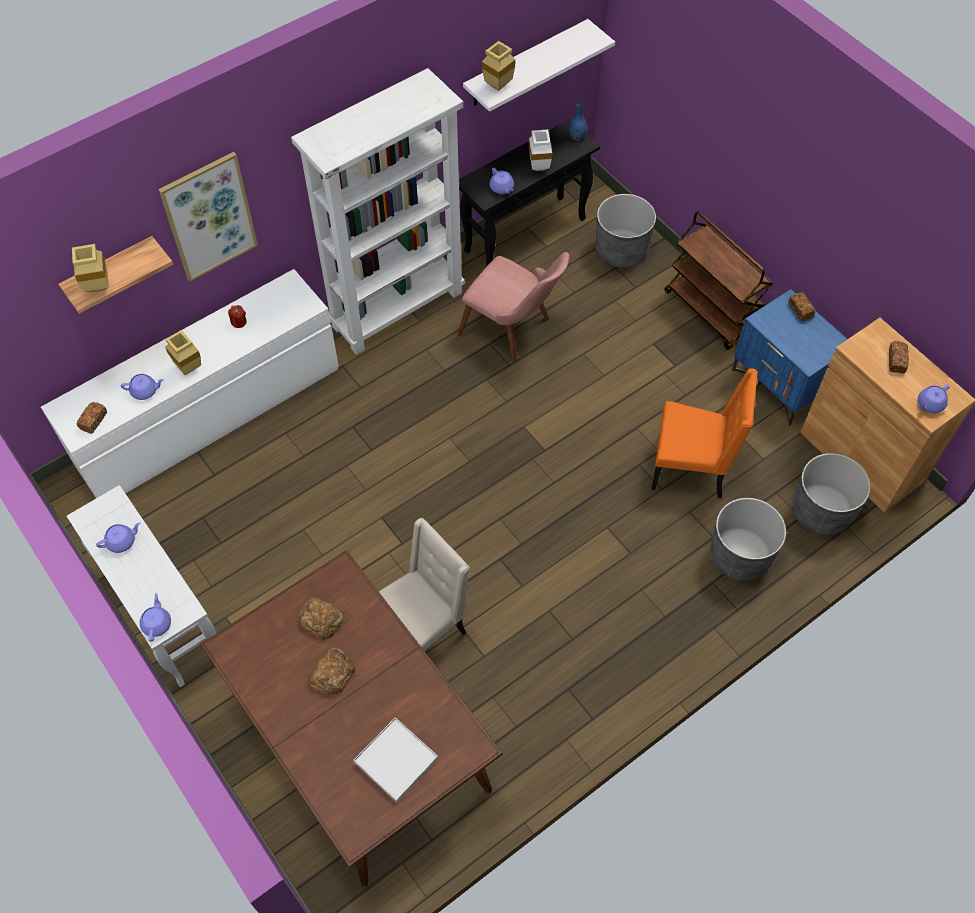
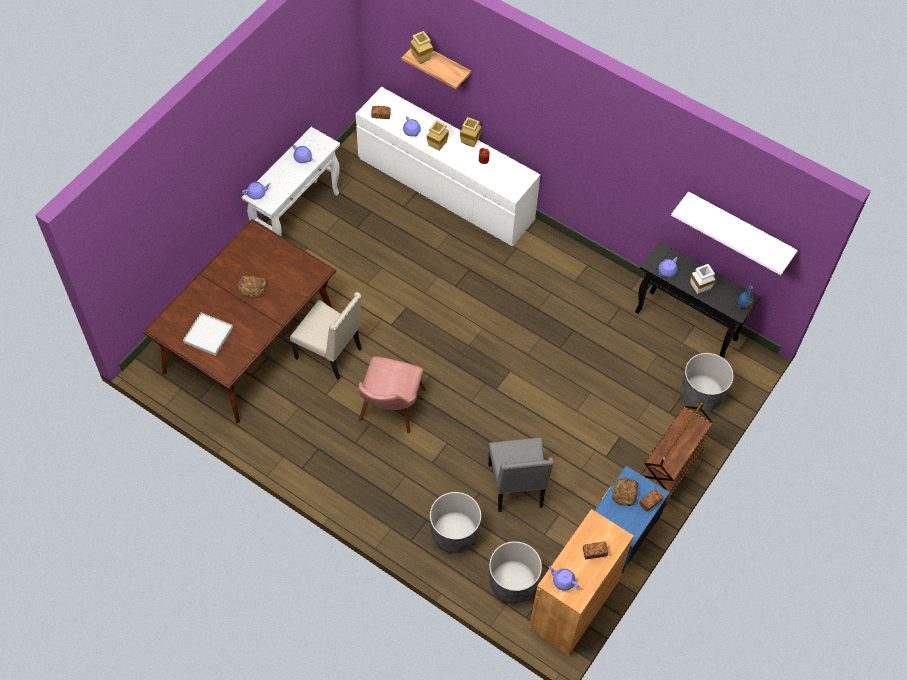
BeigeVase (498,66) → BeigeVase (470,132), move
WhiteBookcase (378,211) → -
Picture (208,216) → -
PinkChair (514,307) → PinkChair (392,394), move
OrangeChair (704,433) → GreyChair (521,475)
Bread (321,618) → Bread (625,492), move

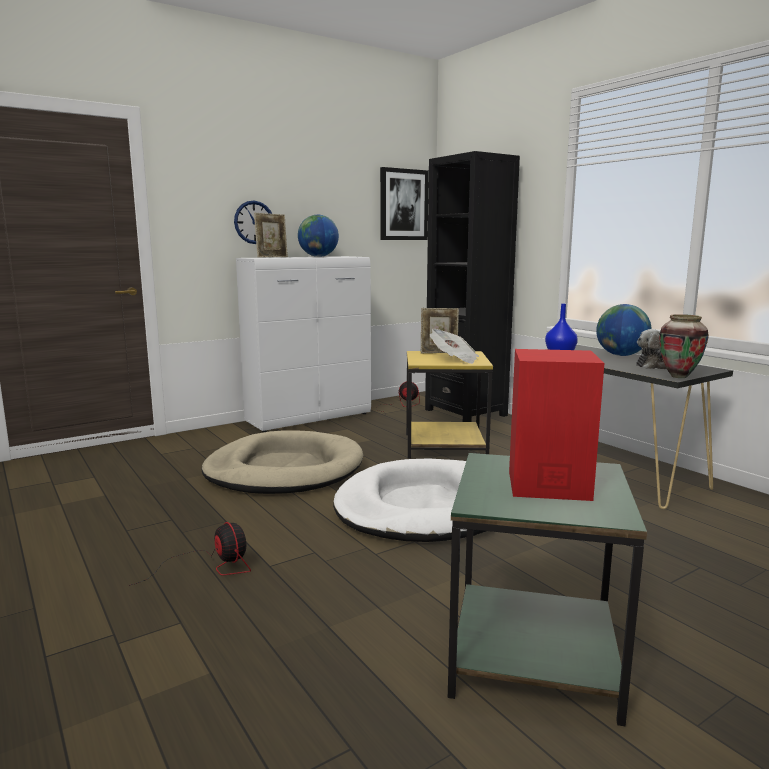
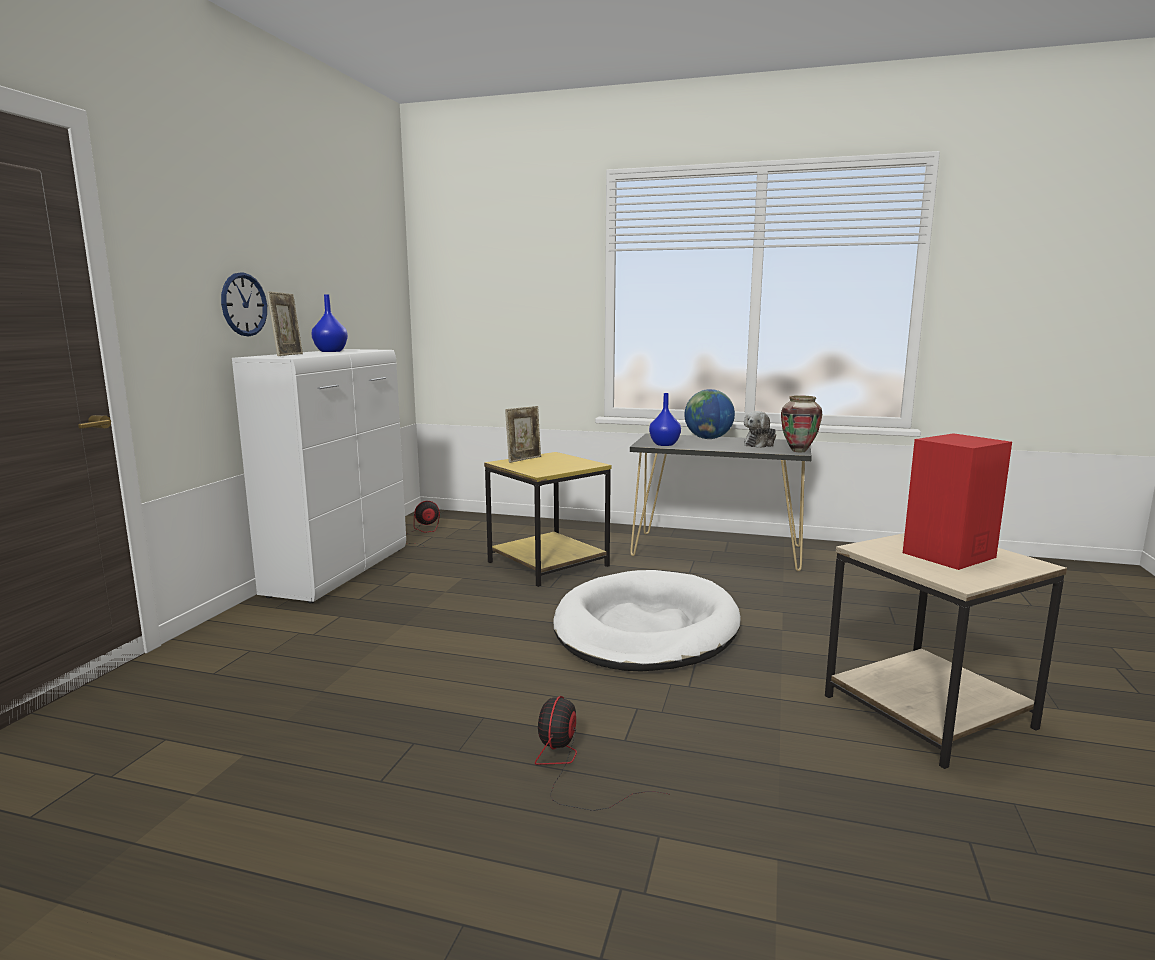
BlackBookcase (472,286) → -
Picture (404,203) → -
Globe (318,236) → BlueVase (329,323)
Newspaper (454,346) → -
BeigeDogBed (282,462) → -
GreenSideTable (547,589) → BeigeSideTable (946,651)
Fan (189,554) → Fan (602,753), 90 degrees counterclockwise

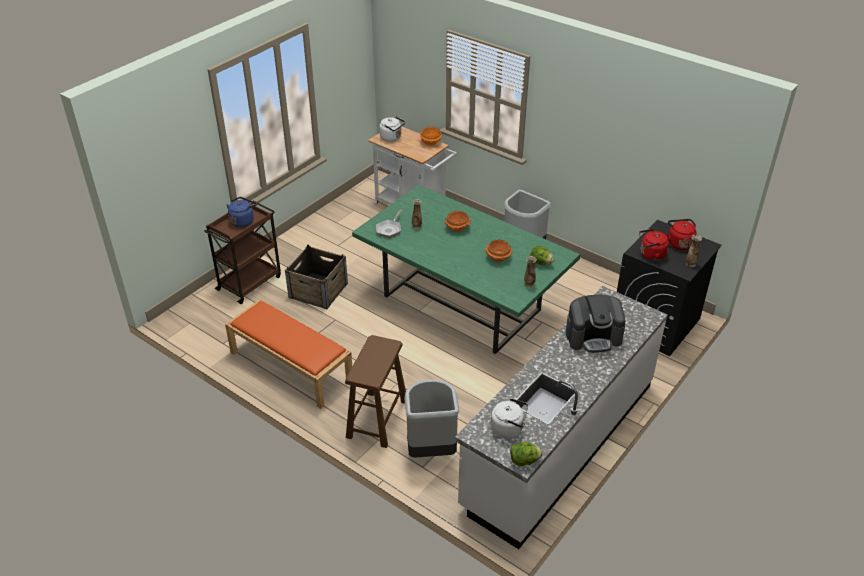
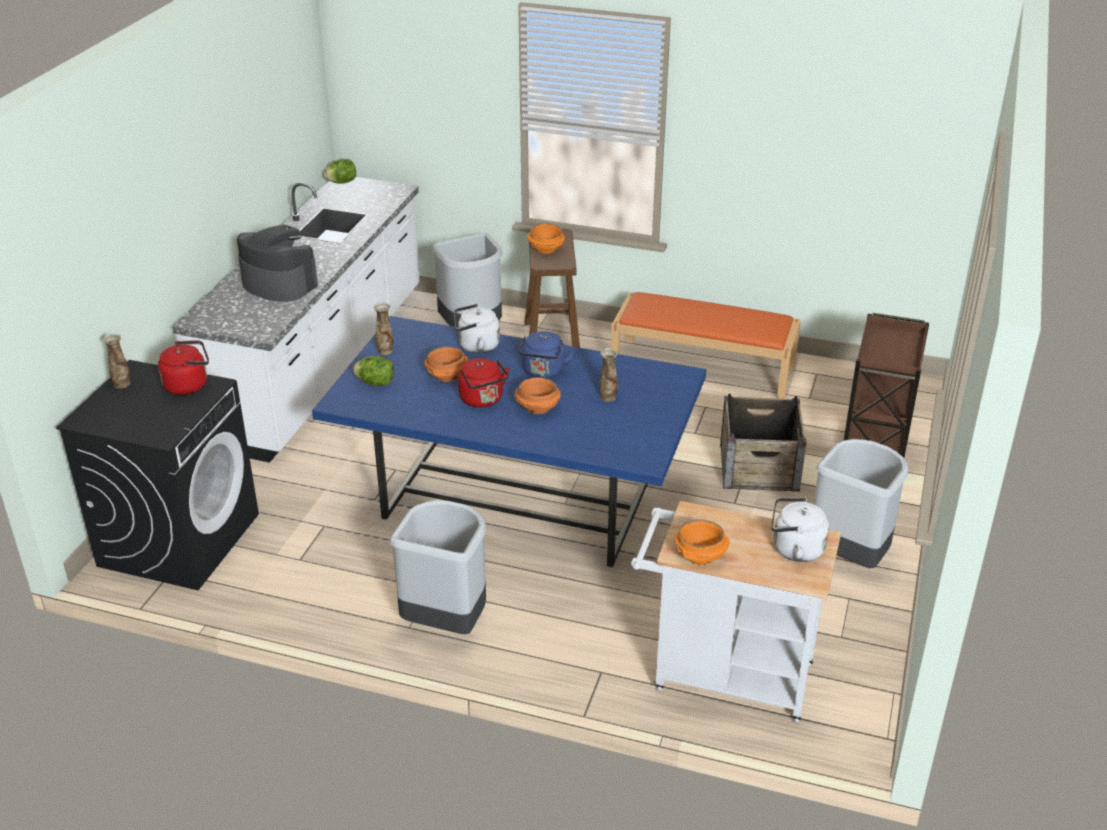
GreenDiningTable (466,269) → BlueDiningTable (509,441)
BlueKettle (242,212) → BlueKettle (546,354), move
FryingPan (389,223) → -
RedKettle (681,234) → RedKettle (483,382), move
CoffeeMachine (596,324) → CoffeeMachine (277,263), 60 degrees clockwise
WhiteKettle (509,418) → WhiteKettle (477,328), move
- → OrangeBowl (546,239)
- → GreyTrashCan (861,503)

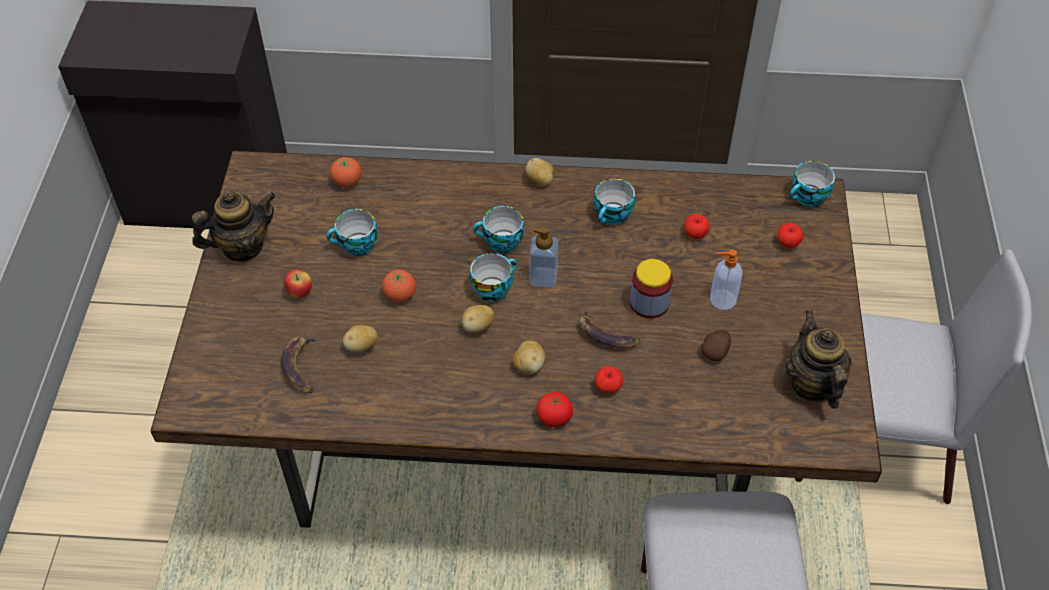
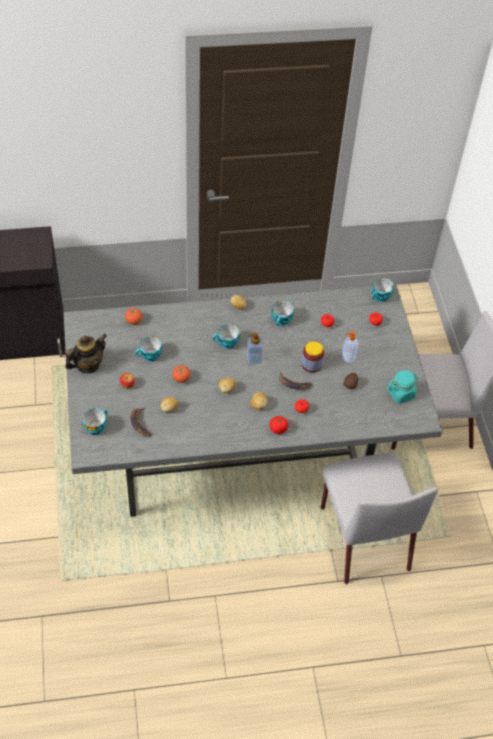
BrownDiningTable (516,339) → GreyDiningTable (253,401)
Cup (493,277) → Cup (95,421), move
Teapot (818,359) → TurquoiseJar (403,387)

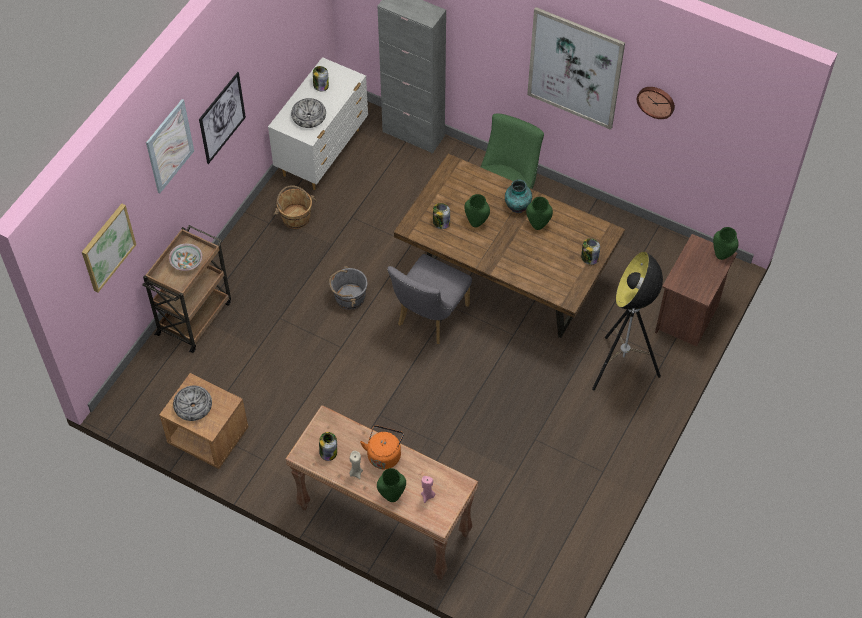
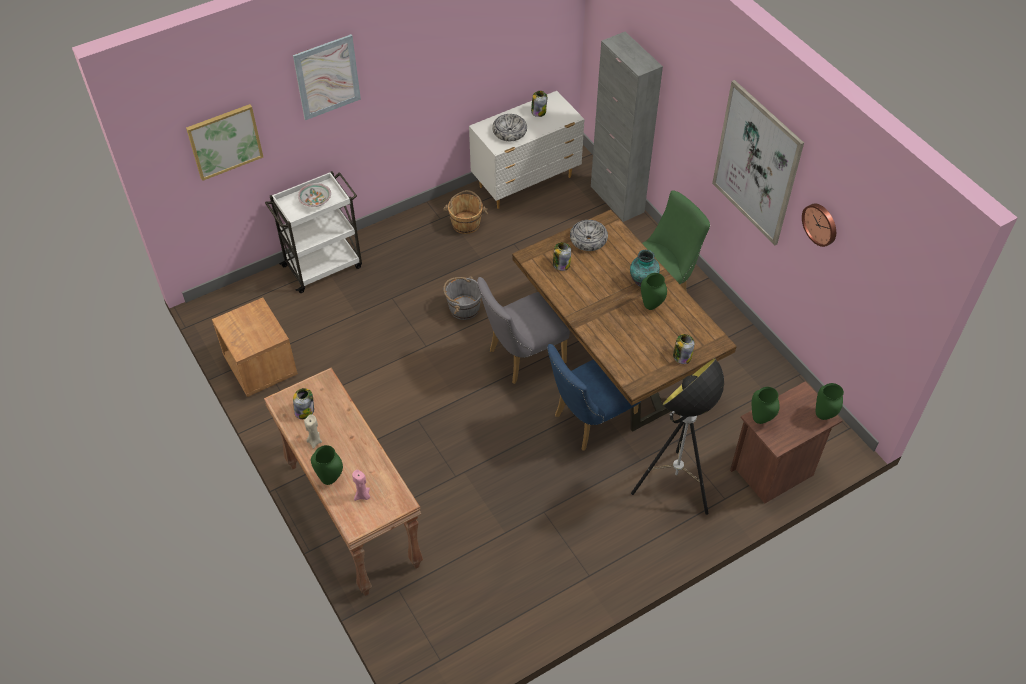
Picture (222,118) → -
GreenVase (477,210) → GreenVase (766,405), move
BrownCart (186,289) → WhiteCart (313,232)
Bowl (192,403) → Bowl (589,235), move
OrangeKettle (382,447) → -
- → BlueChair (594,397)

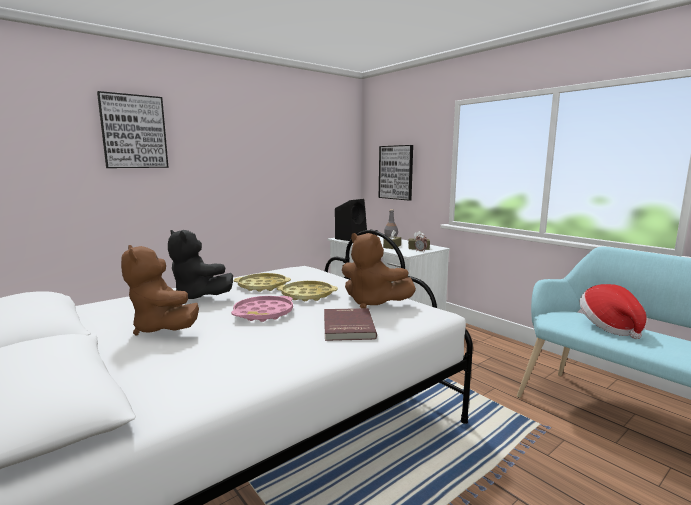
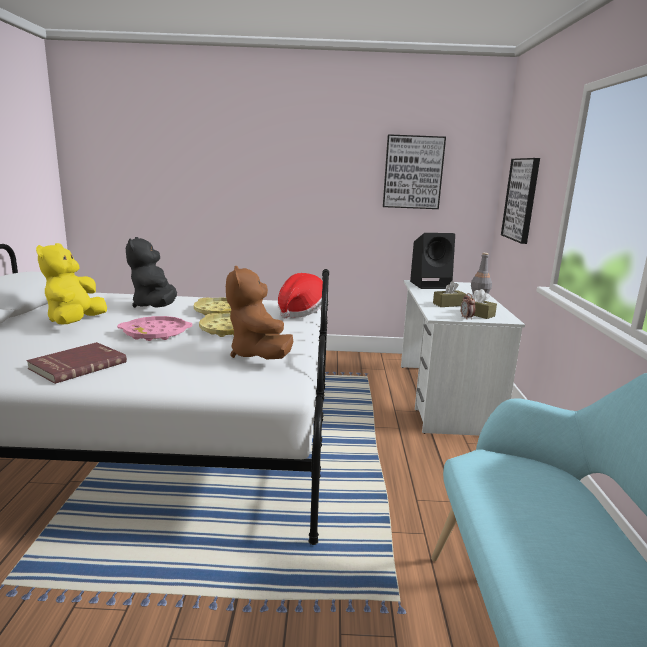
Picture (133,129) → Picture (414,171), move
BrownPlushToy (160,290) → YellowPlushToy (71,283)
Hat (613,311) → Hat (300,295), move
RedBook (350,324) → RedBook (76,363), move

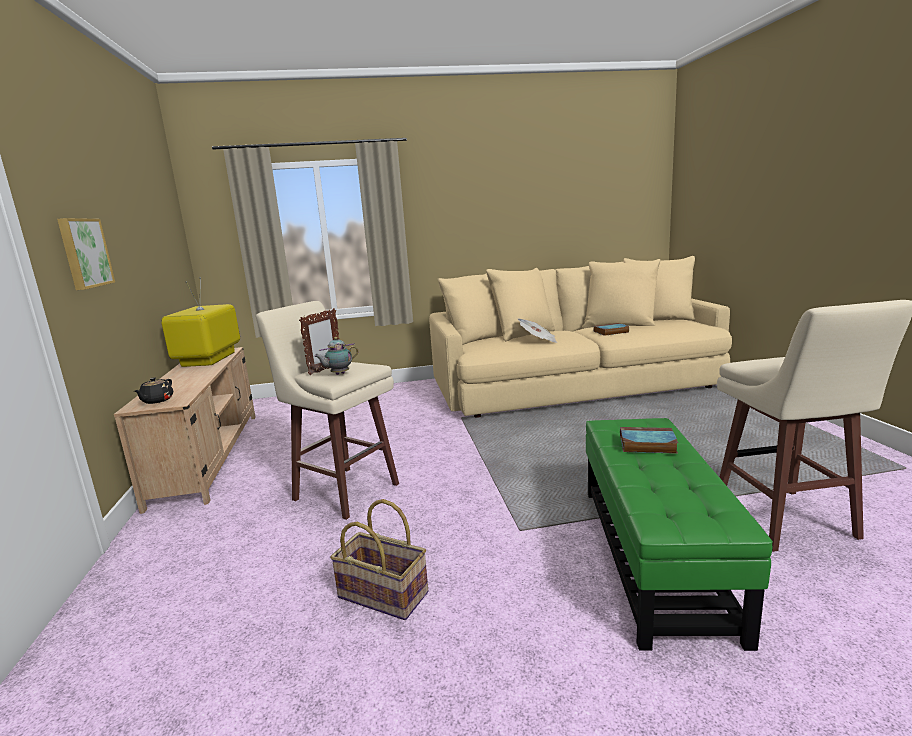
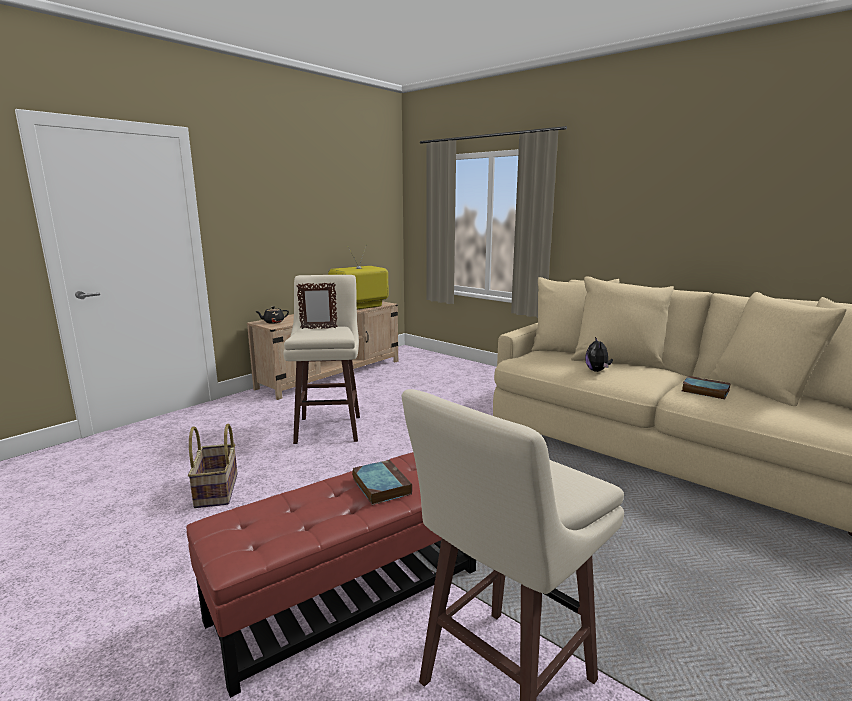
Picture (86,254) → -
Newspaper (537,330) → PlushToy (599,354)
Teapot (336,356) → -
GreenOttoman (679,534) → RedOttoman (331,575)

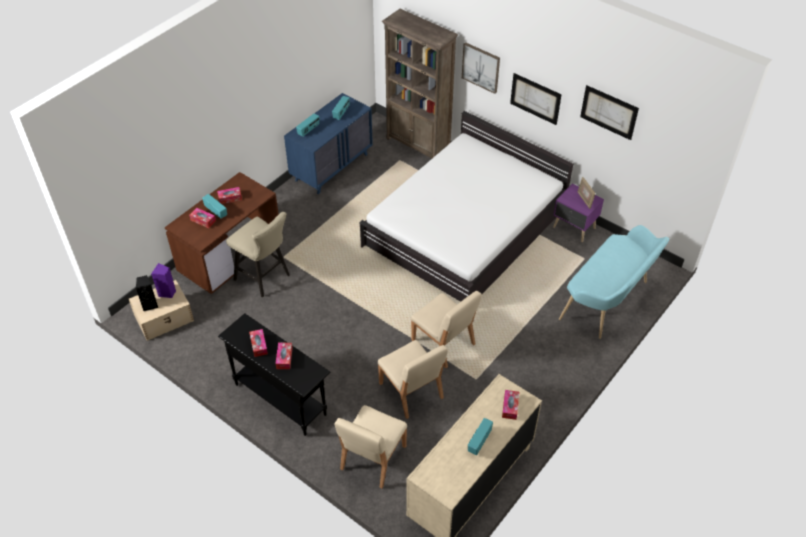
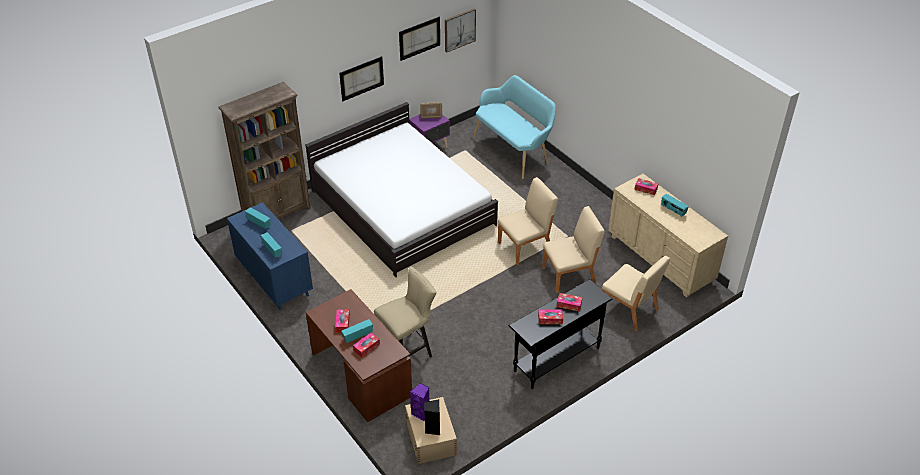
Picture (481,68) → Picture (460,30), move

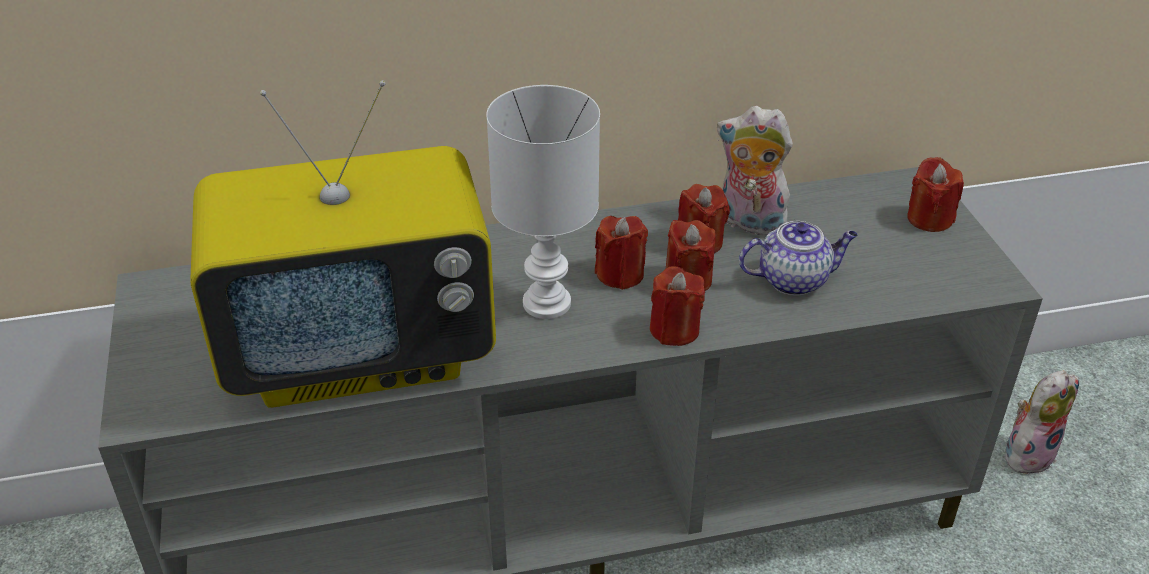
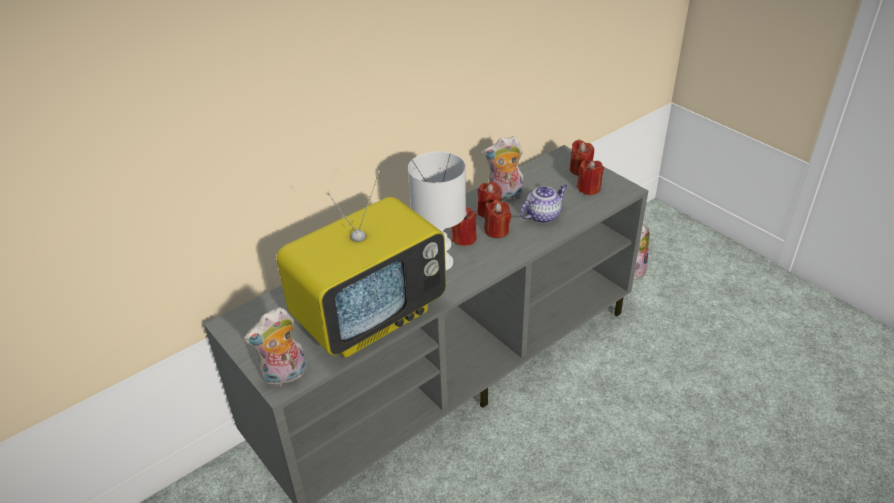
RedCandle (677,306) → RedCandle (590,177), move
- → PlushToy (275,346)

